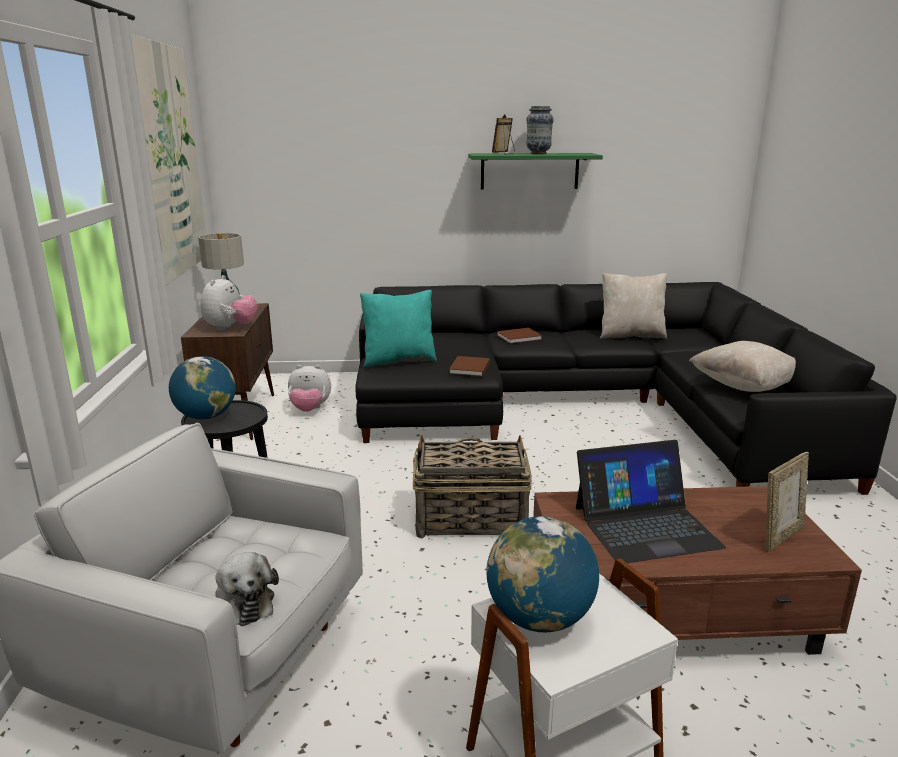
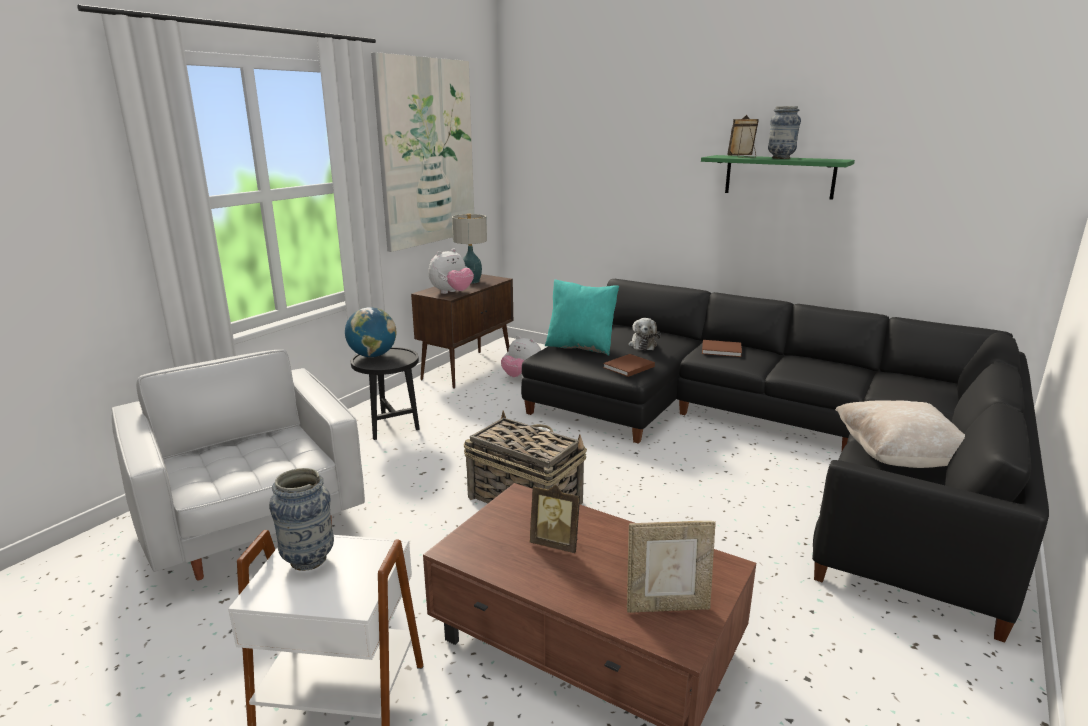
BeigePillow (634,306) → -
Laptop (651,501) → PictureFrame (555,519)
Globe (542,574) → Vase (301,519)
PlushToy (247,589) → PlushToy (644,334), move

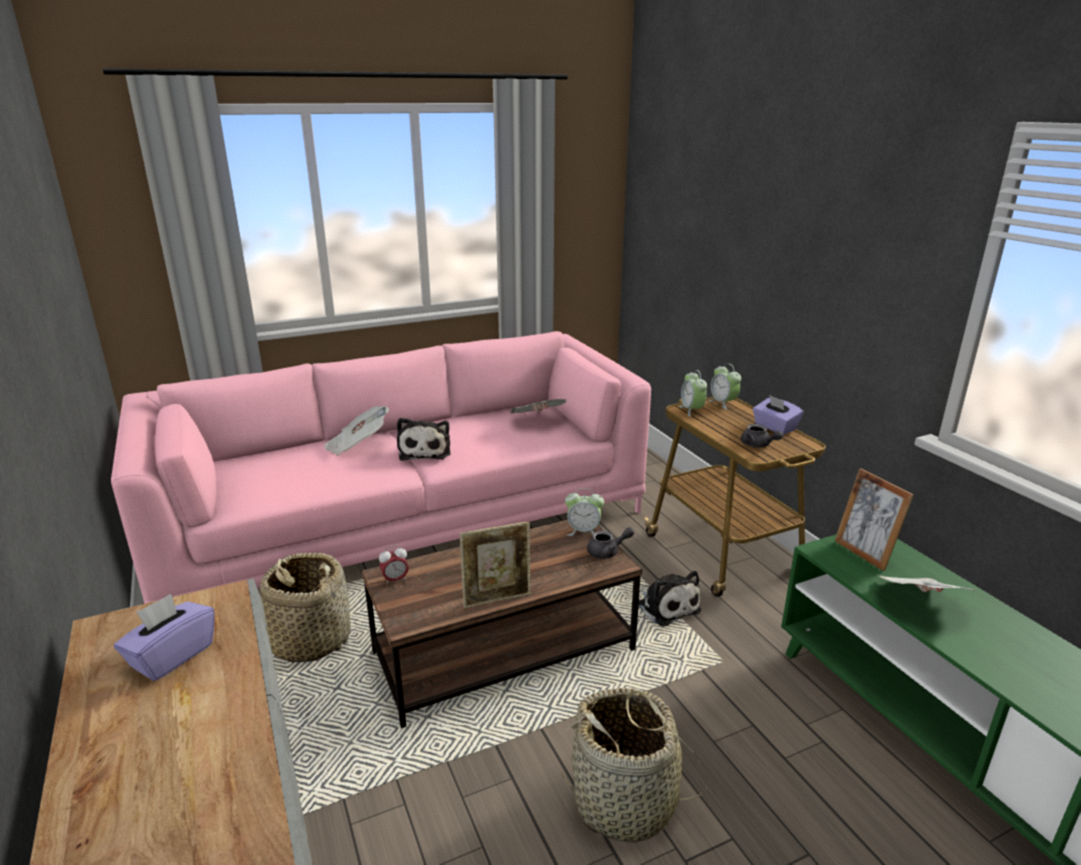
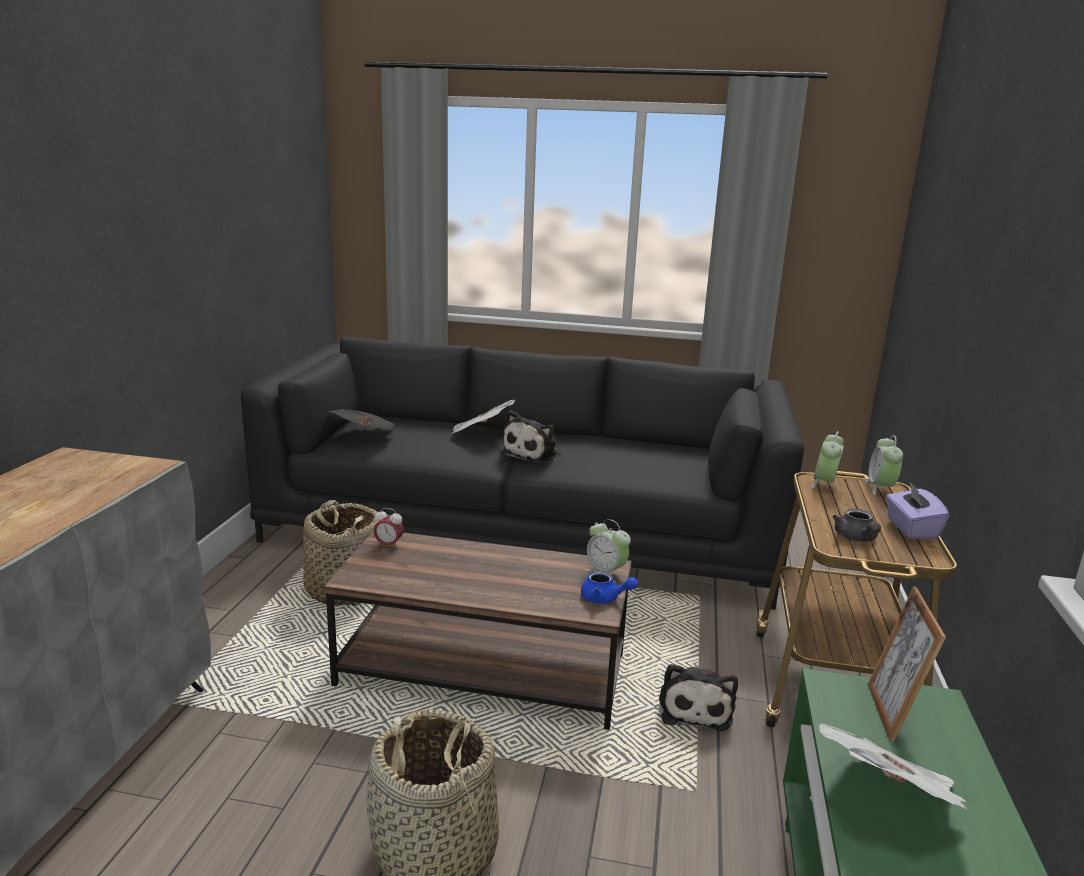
PinkSofa (381,467) → BlackSofa (522,473)
Newspaper (538,406) → Newspaper (362,418), move
PictureFrame (495,564) → -
GreyTeapot (610,543) → BlueTeapot (609,587)
PurpleTissueBox (164,637) → -

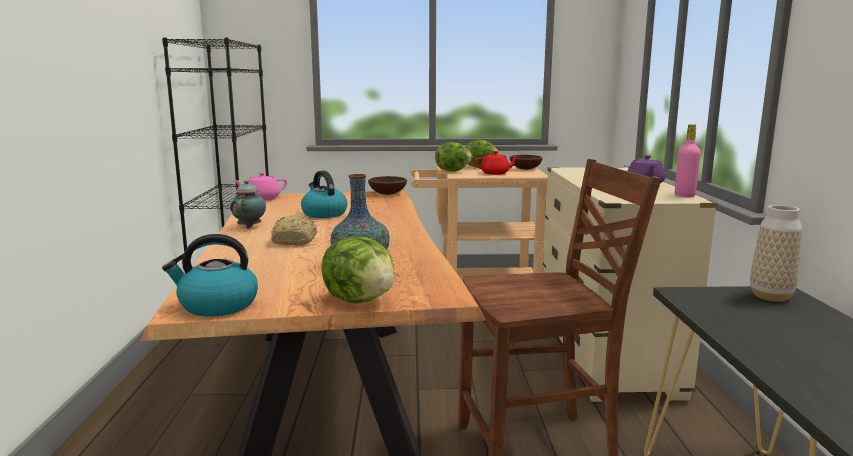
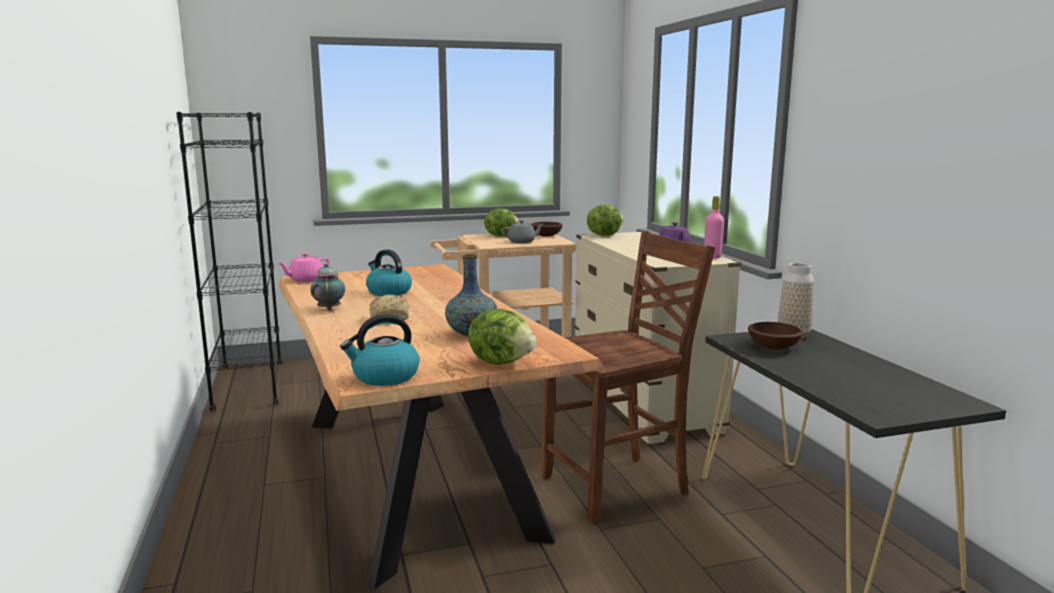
Lettuce (453,156) → Lettuce (605,220), move
RedTeapot (496,163) → GreyTeapot (522,231)
BrownBowl (387,185) → BrownBowl (775,336), move

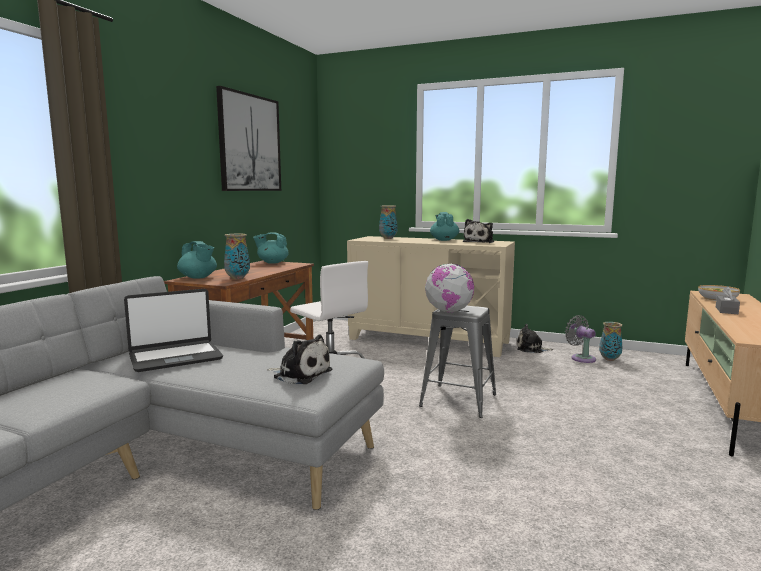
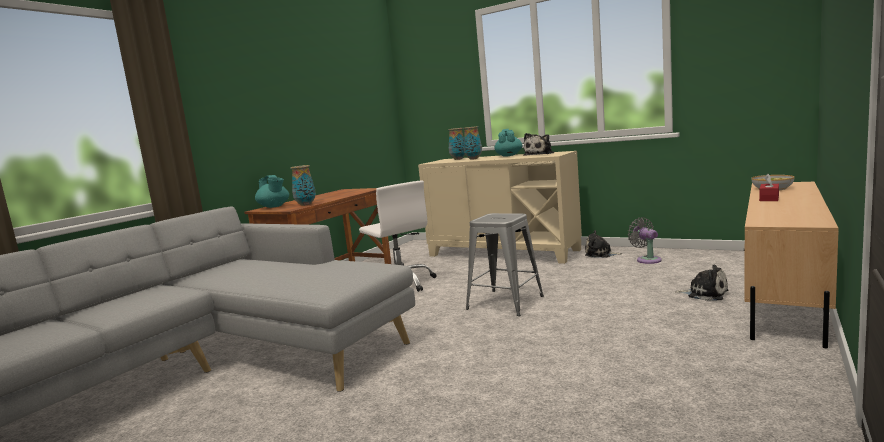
Picture (248,138) → -
TurquoiseTeapot (271,248) → -
Globe (449,287) → -
GreyTissueBox (728,300) → RedTissueBox (769,187)
Laptop (173,330) → -
Vase (611,341) → Vase (472,143), move
PlushToy (299,359) → PlushToy (701,283), move

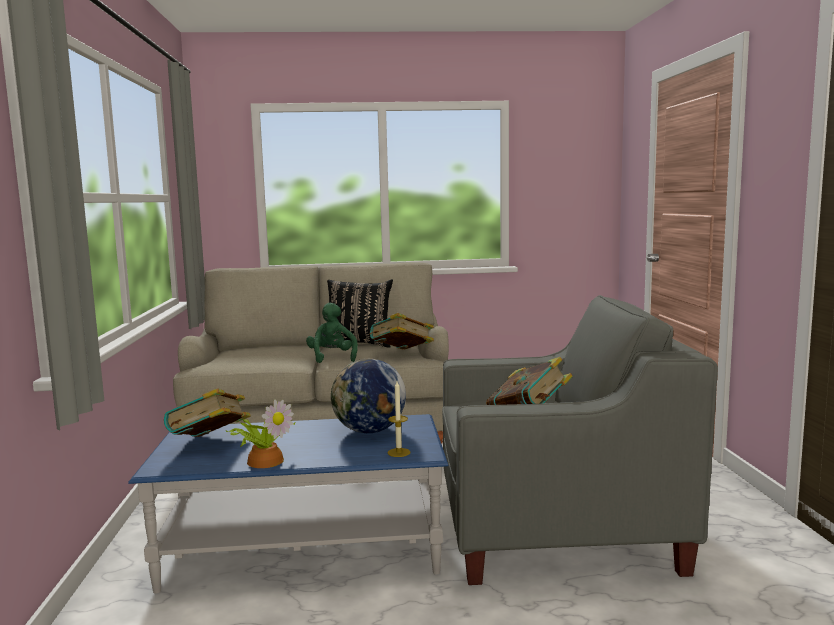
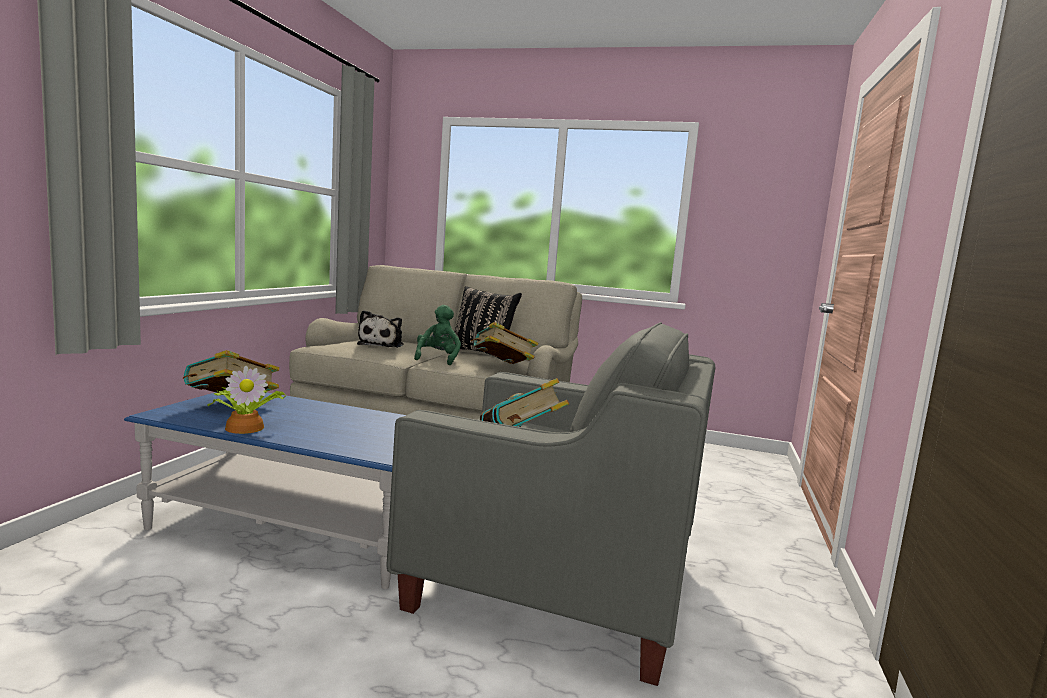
Globe (368,396) → -
Candle (398,419) → -
- → PlushToy (380,329)

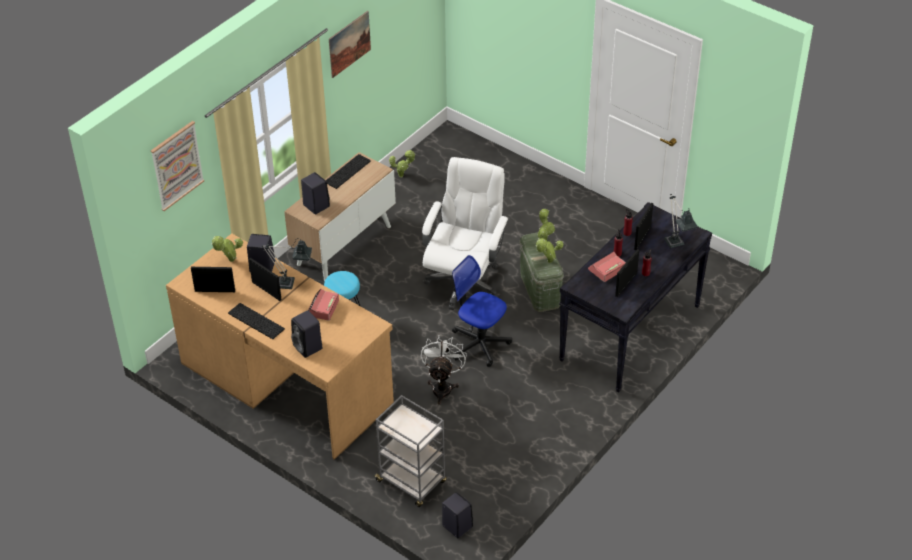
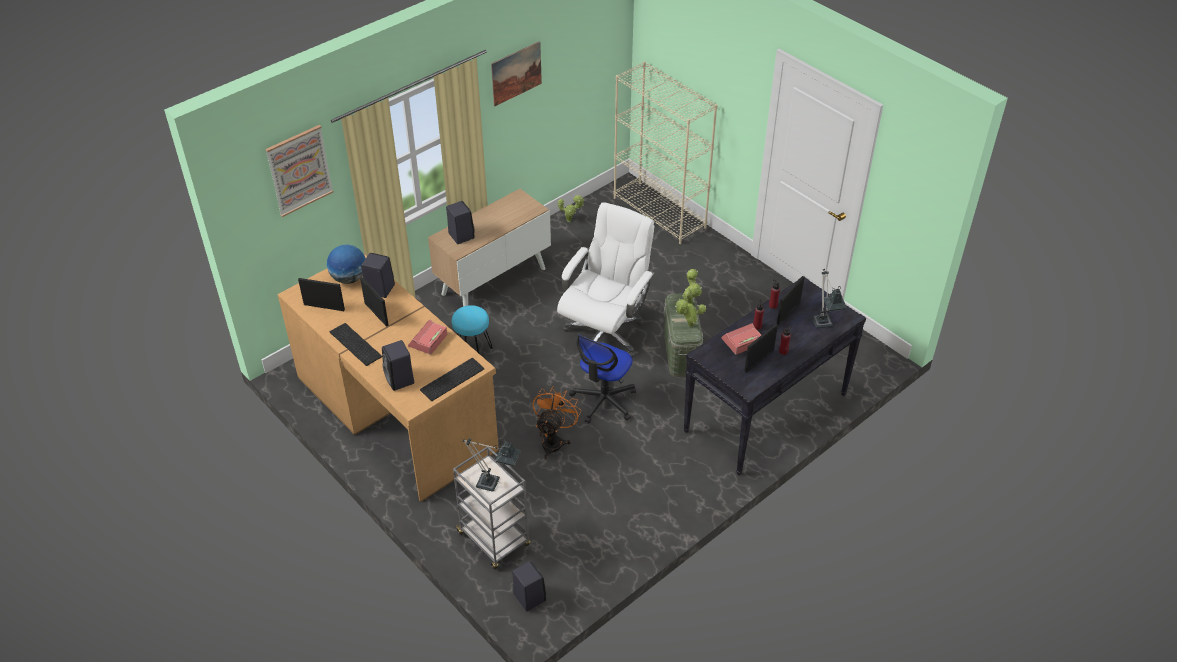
Keyboard (348,171) → Keyboard (452,379), move
PottedPlant (227,249) → Globe (346,264)
TableLamp (287,263) → TableLamp (492,465), move
OfficeChair (482,311) → OfficeChair (602,379), 105 degrees counterclockwise
WhiteFan (444,370) → OrangeFan (557,423)
- → BeigeBookcase (666,152)

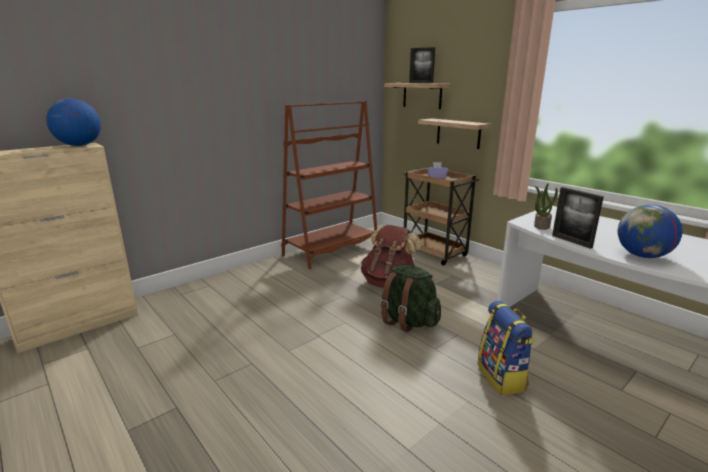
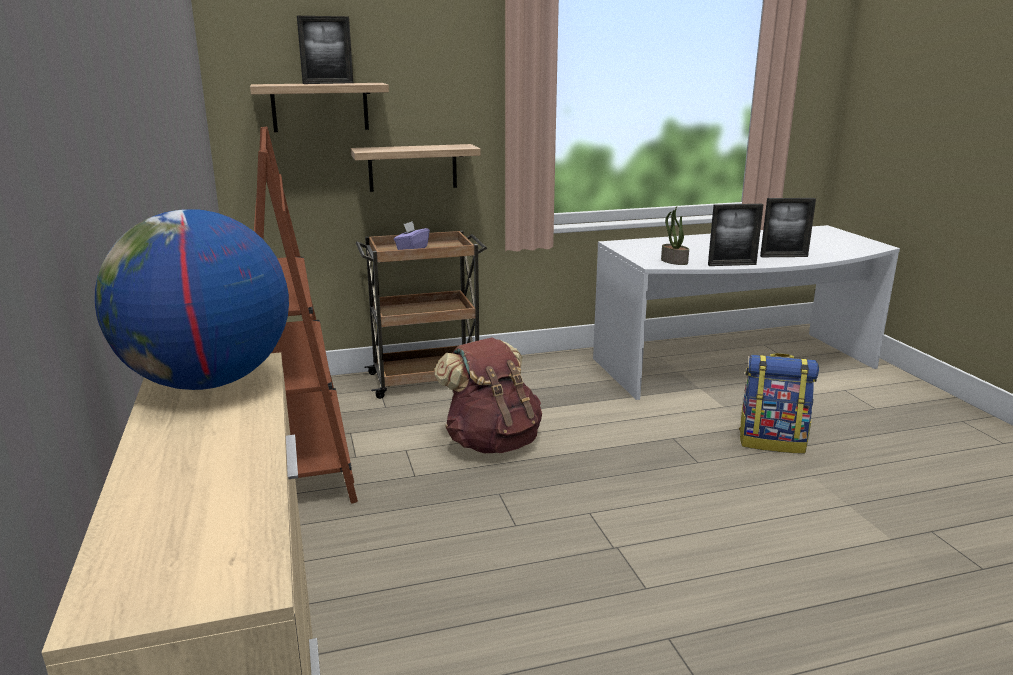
Globe (650,231) → PictureFrame (788,227)
GreenBackpack (410,298) → -

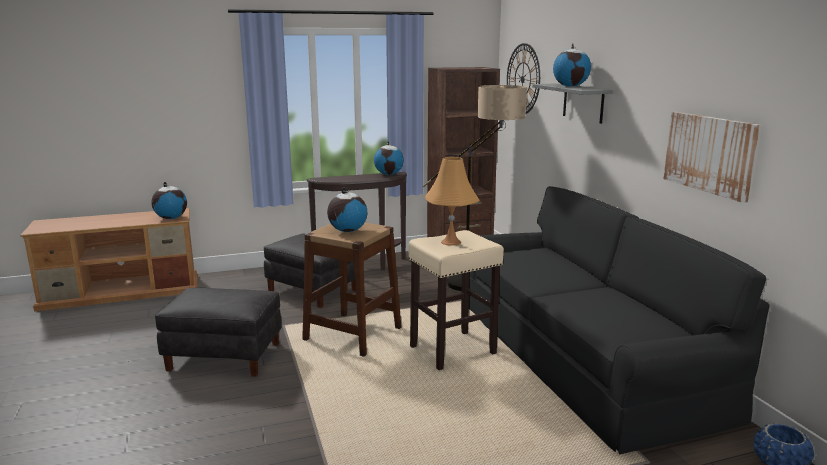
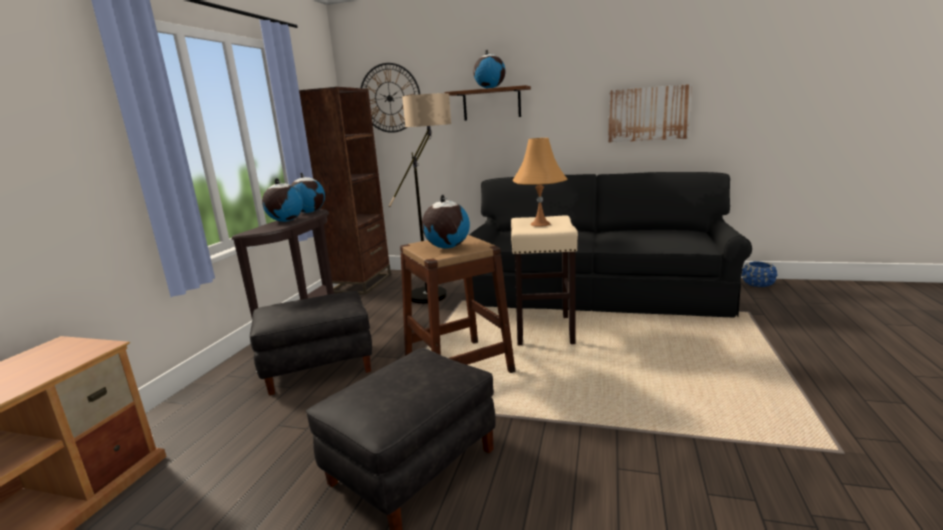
GreyShelf (572,103) → BrownShelf (488,103)
Globe (169,200) → Globe (282,200), move

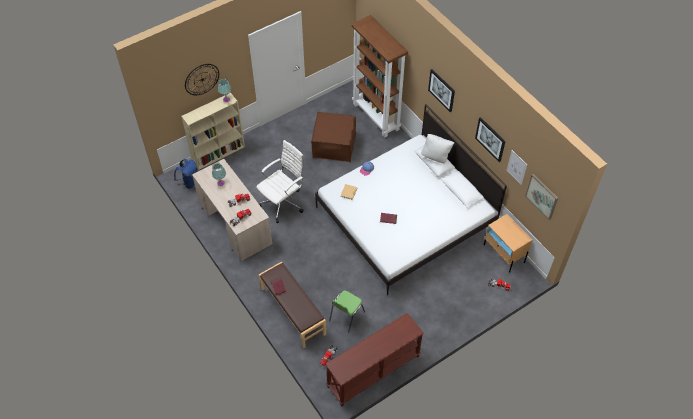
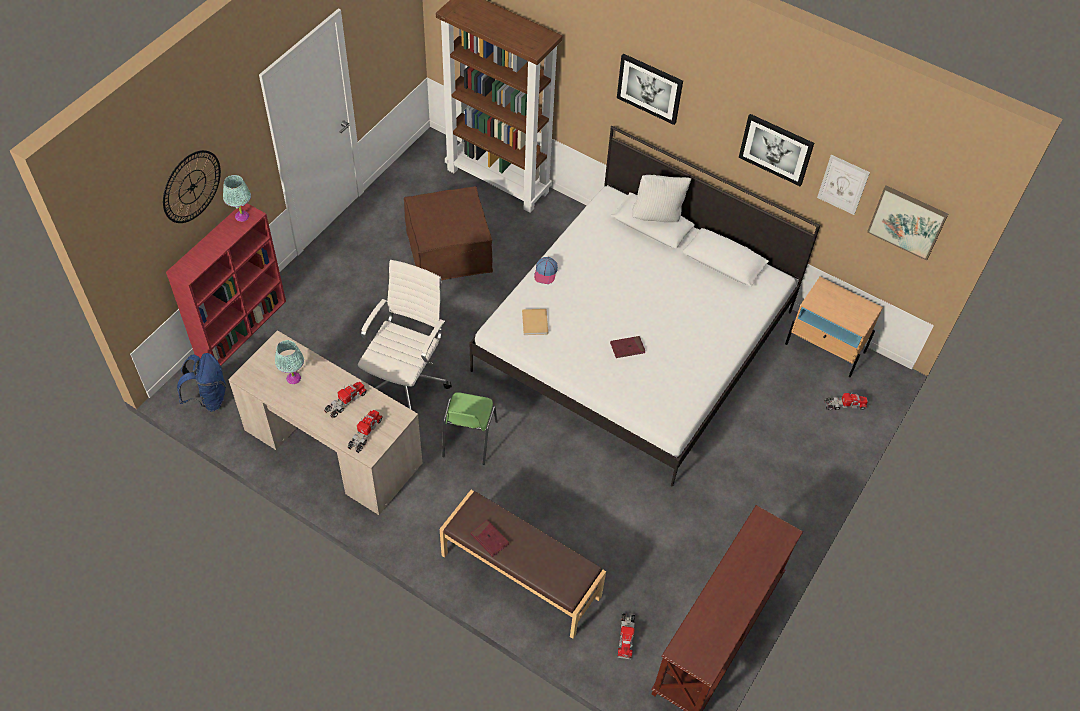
BeigeBookcase (213,131) → RedBookcase (226,284)
GreenChair (347,311) → GreenChair (470,428), move

